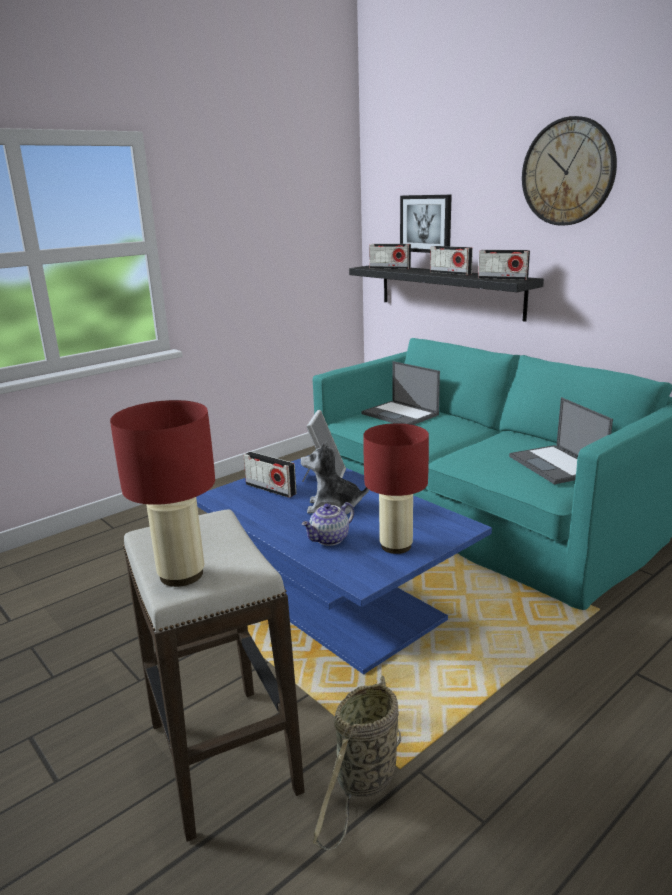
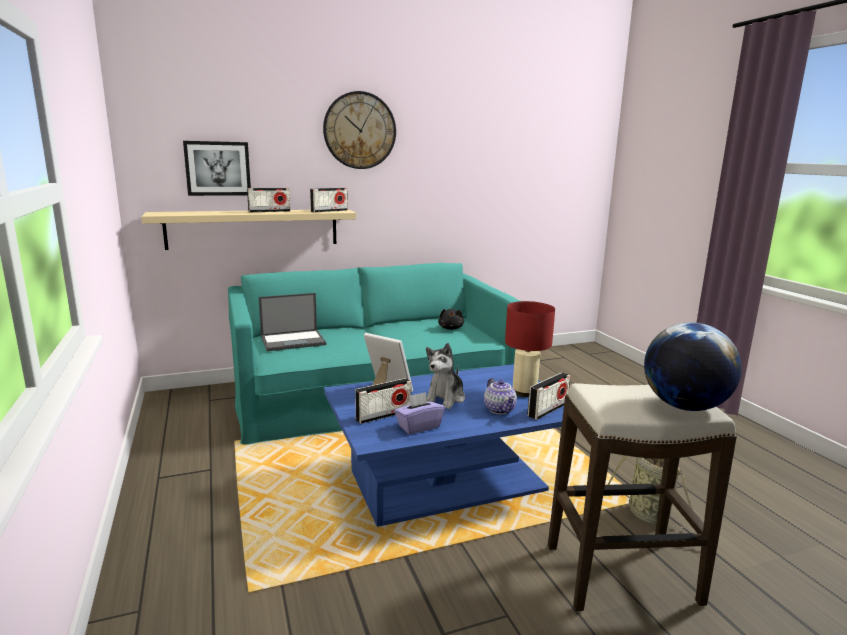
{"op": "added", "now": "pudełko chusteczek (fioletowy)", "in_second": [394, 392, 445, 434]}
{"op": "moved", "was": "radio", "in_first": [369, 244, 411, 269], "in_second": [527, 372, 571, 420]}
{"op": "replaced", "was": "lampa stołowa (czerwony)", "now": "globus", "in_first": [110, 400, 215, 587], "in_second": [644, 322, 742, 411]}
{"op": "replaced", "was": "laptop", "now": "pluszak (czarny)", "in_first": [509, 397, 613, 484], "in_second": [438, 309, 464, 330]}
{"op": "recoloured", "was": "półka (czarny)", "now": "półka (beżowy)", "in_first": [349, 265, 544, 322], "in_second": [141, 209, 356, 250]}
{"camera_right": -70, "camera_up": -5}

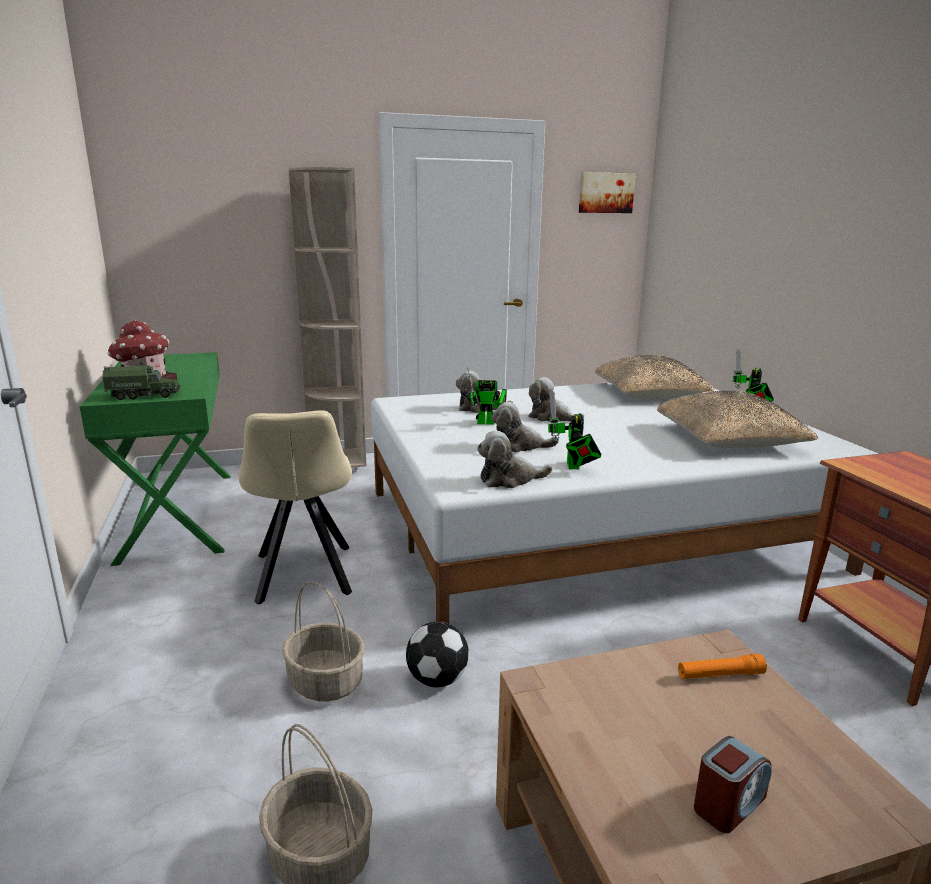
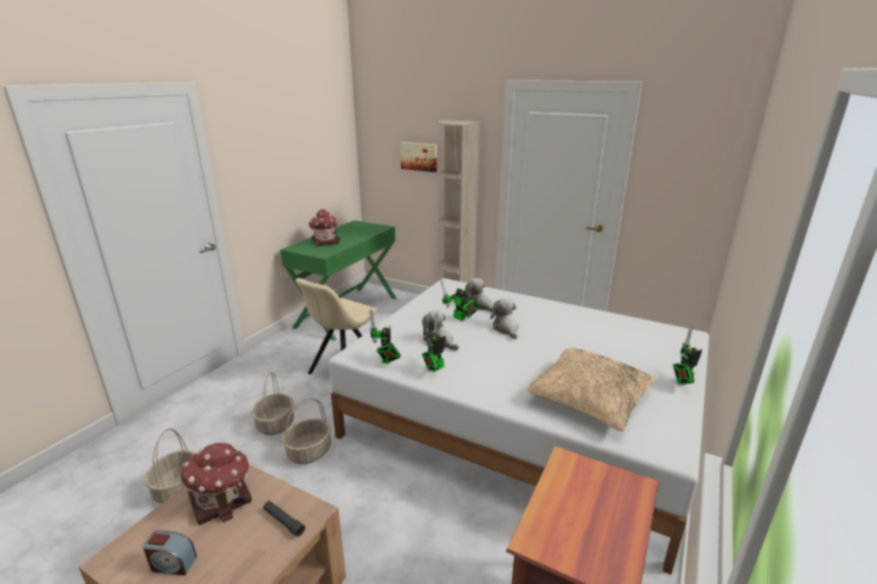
{"op": "removed", "was": "ciężarówka zabawkowa", "in_first": [103, 365, 181, 400]}
{"op": "removed", "was": "poduszka (beżowy)", "in_first": [595, 355, 714, 399]}
{"op": "added", "now": "domek", "in_second": [180, 443, 252, 525]}
{"op": "moved", "was": "obraz", "in_first": [579, 172, 636, 213], "in_second": [400, 142, 437, 172]}
{"op": "replaced", "was": "piłka futbolowa", "now": "koszyk", "in_first": [406, 621, 469, 687], "in_second": [282, 398, 331, 464]}
{"op": "replaced", "was": "pluszak", "now": "robot zabawkowy", "in_first": [477, 431, 553, 488], "in_second": [369, 309, 401, 364]}
{"op": "recoloured", "was": "latarka (pomarańczowy)", "now": "latarka (czarny)", "in_first": [678, 654, 767, 679], "in_second": [263, 501, 305, 537]}
{"camera_right": 45, "camera_up": 5}

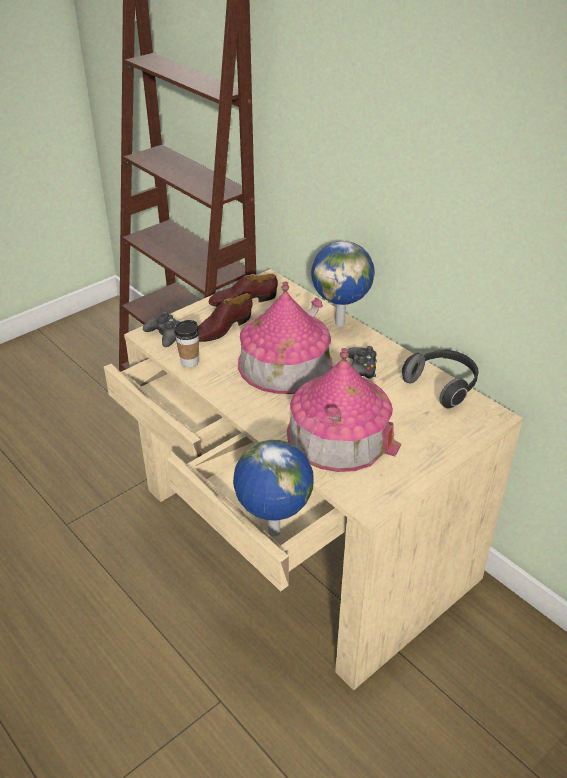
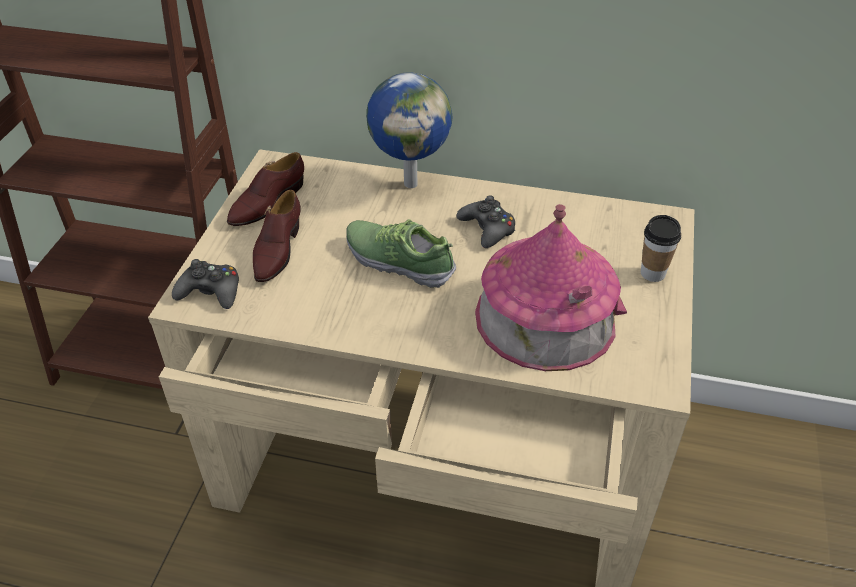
{"op": "removed", "was": "globus", "in_first": [233, 440, 314, 536]}
{"op": "removed", "was": "słuchawki", "in_first": [402, 349, 479, 408]}
{"op": "moved", "was": "filiżanka", "in_first": [174, 320, 200, 368], "in_second": [641, 215, 681, 282]}
{"op": "replaced", "was": "domek", "now": "but", "in_first": [238, 282, 333, 394], "in_second": [346, 219, 456, 288]}
{"camera_right": -35, "camera_up": 5}

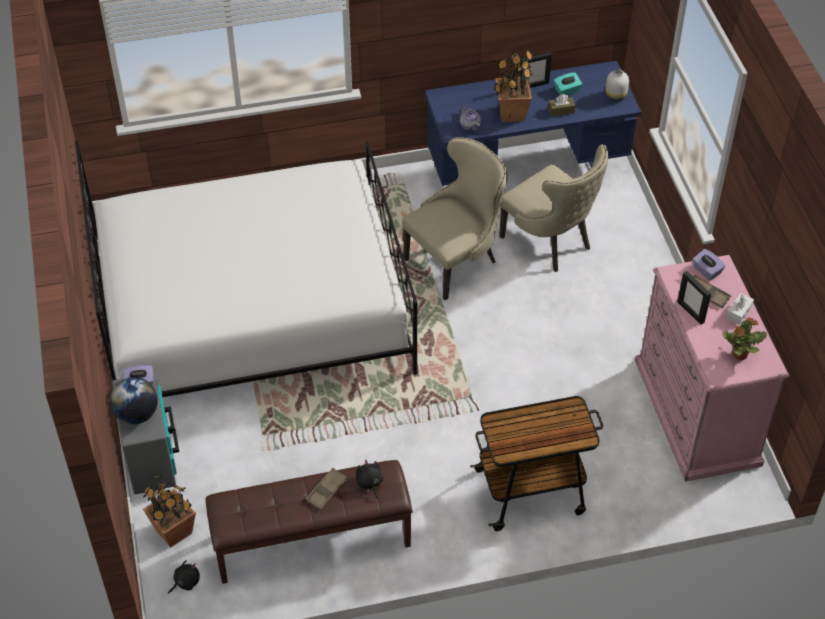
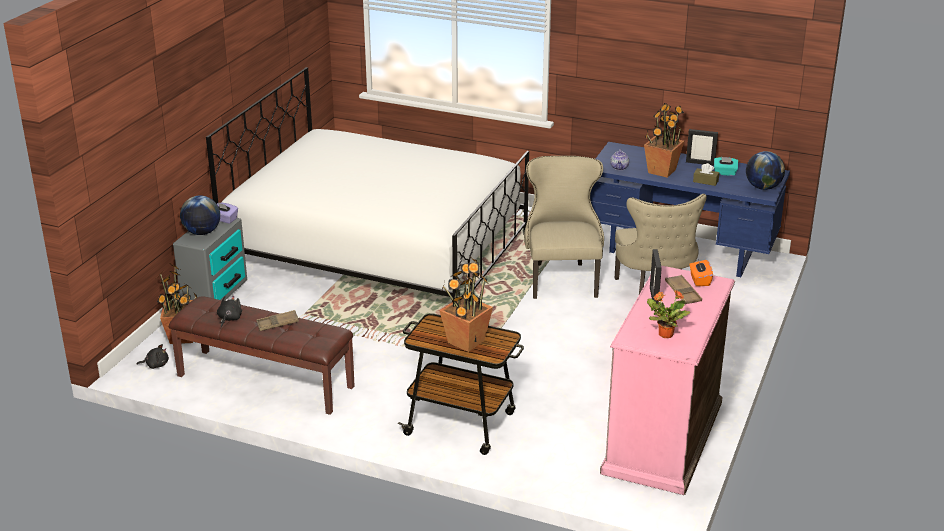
{"op": "removed", "was": "pudełko chusteczek (biały)", "in_first": [726, 293, 754, 325]}
{"op": "added", "now": "roślina doniczkowa", "in_second": [439, 257, 493, 352]}
{"op": "moved", "was": "pluszak (czarny)", "in_first": [356, 460, 383, 499], "in_second": [217, 296, 242, 327]}
{"op": "replaced", "was": "wazon (biały)", "now": "globus", "in_first": [605, 69, 629, 102], "in_second": [746, 151, 785, 190]}
{"op": "recoloured", "was": "pudełko chusteczek (fioletowy)", "now": "pudełko chusteczek (pomarańczowy)", "in_first": [692, 249, 725, 280], "in_second": [689, 259, 713, 286]}
{"op": "turned", "was": "krzesło (beżowy)", "in_first": [402, 137, 507, 300], "in_second": [524, 156, 604, 299], "clockwise": -90}
{"camera_right": 35, "camera_up": -20}

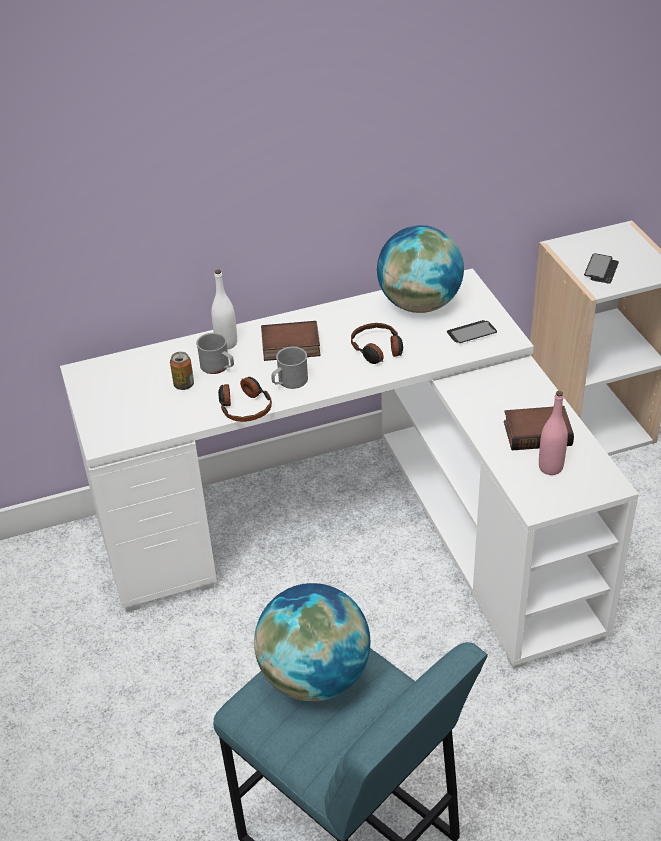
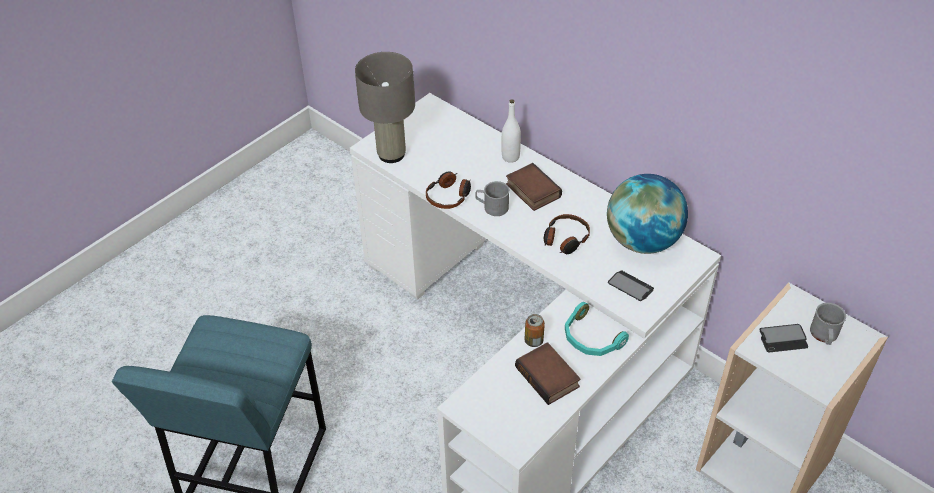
{"op": "removed", "was": "globus", "in_first": [254, 583, 370, 702]}
{"op": "removed", "was": "butelka (różowy)", "in_first": [539, 391, 568, 475]}
{"op": "added", "now": "lampa stołowa (szary)", "in_second": [355, 52, 415, 163]}
{"op": "added", "now": "słuchawki (turkusowy)", "in_second": [565, 302, 629, 356]}
{"op": "moved", "was": "puszka", "in_first": [170, 352, 194, 390], "in_second": [524, 314, 545, 347]}
{"op": "moved", "was": "kubek (szary)", "in_first": [196, 333, 234, 374], "in_second": [810, 303, 846, 345]}
{"camera_right": 60, "camera_up": 5}

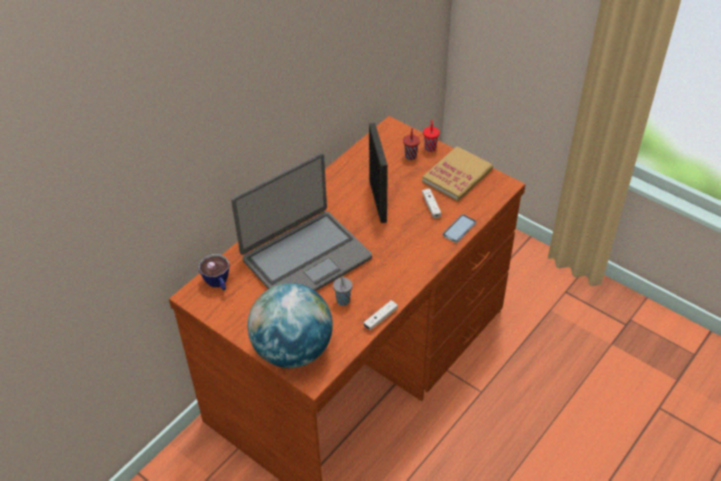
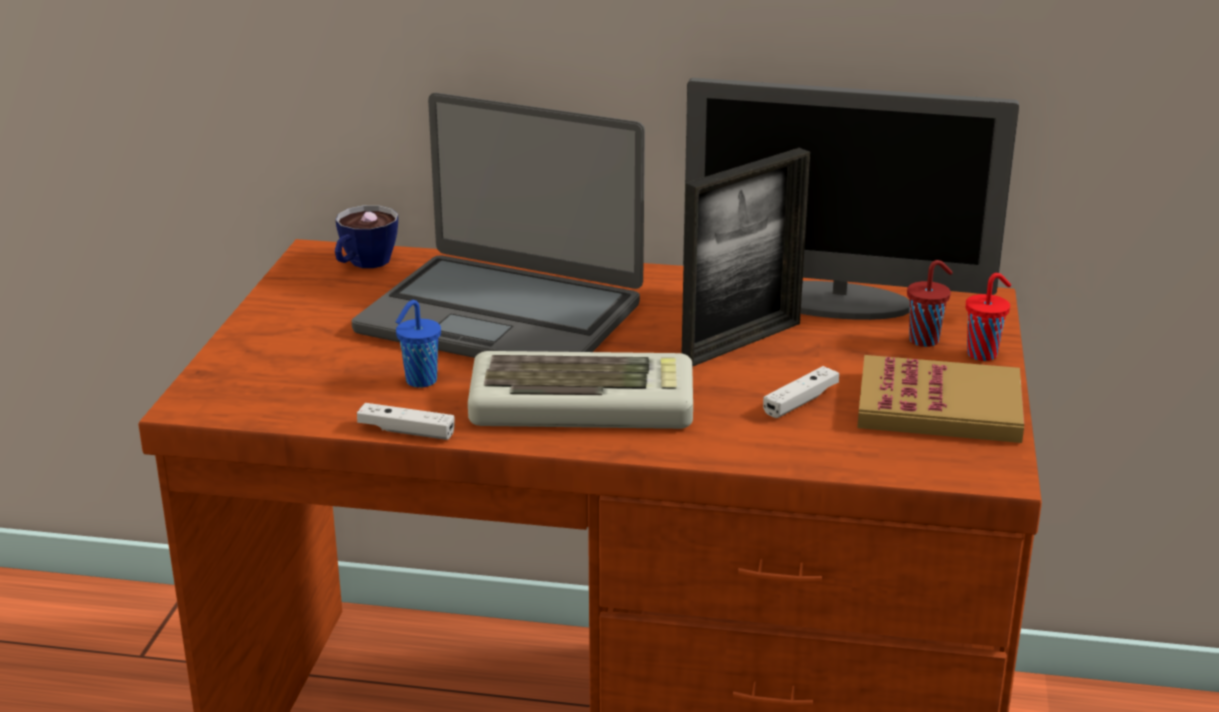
{"op": "removed", "was": "globus", "in_first": [247, 283, 333, 368]}
{"op": "removed", "was": "telefon", "in_first": [442, 214, 476, 243]}
{"op": "added", "now": "klawiatura", "in_second": [468, 351, 693, 429]}
{"op": "added", "now": "monitor", "in_second": [683, 78, 1019, 320]}
{"op": "recoloured", "was": "filiżanka (szary)", "now": "filiżanka (niebieski)", "in_first": [333, 276, 352, 306], "in_second": [396, 300, 441, 388]}
{"camera_right": 60, "camera_up": -20}

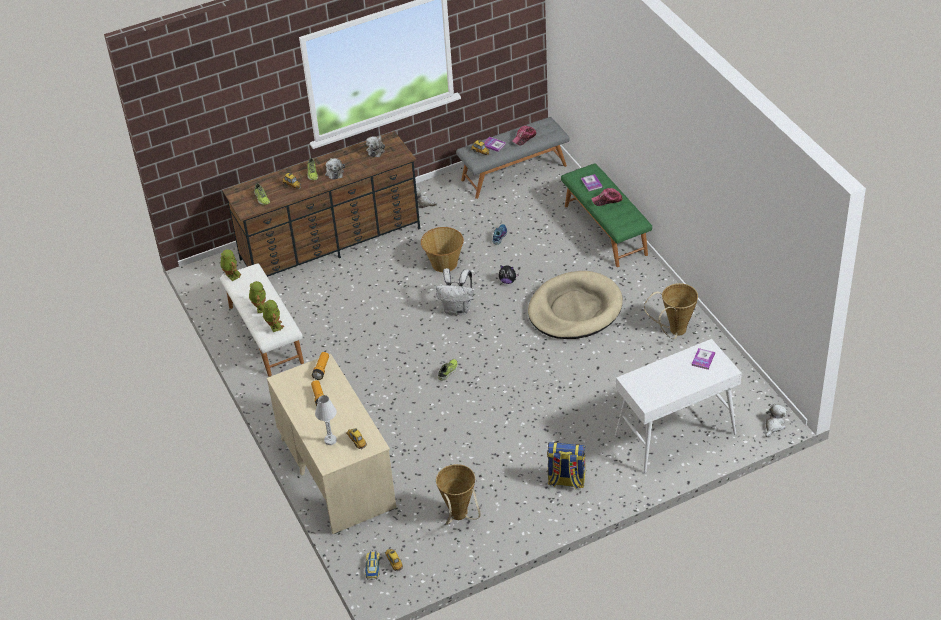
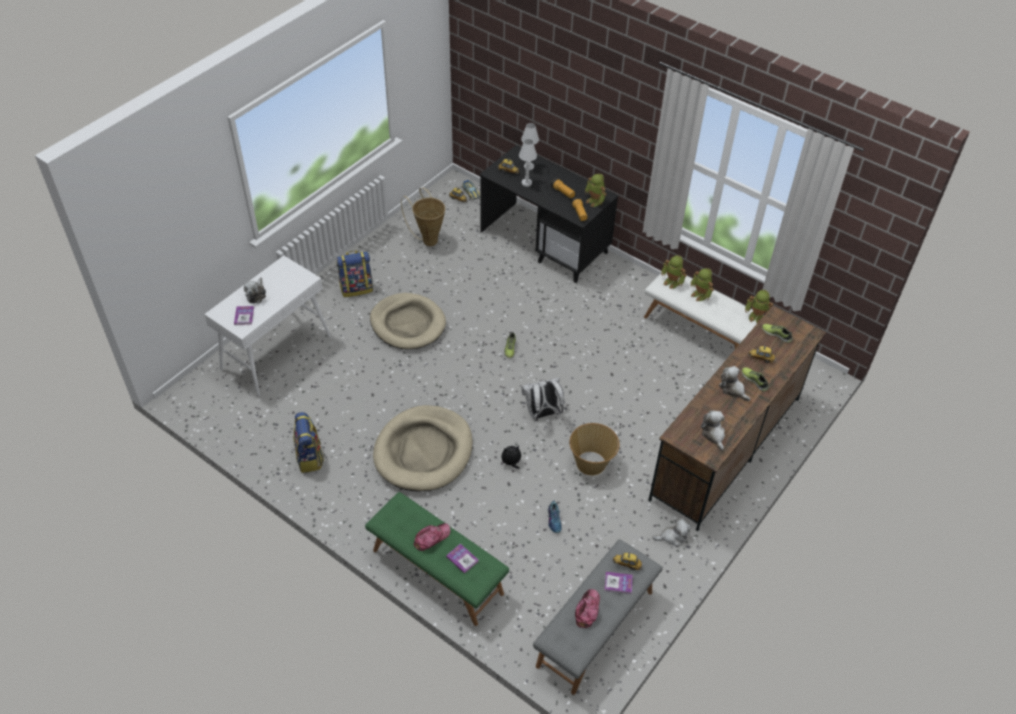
{"op": "added", "now": "legowisko (beżowy)", "in_second": [370, 293, 446, 350]}
{"op": "added", "now": "lampa stołowa (biały)", "in_second": [519, 139, 537, 187]}
{"op": "added", "now": "robot zabawkowy", "in_second": [585, 174, 607, 207]}
{"op": "moved", "was": "pluszak", "in_first": [765, 404, 787, 437], "in_second": [244, 277, 266, 303]}
{"op": "replaced", "was": "koszyk", "now": "plecak", "in_first": [644, 283, 698, 339], "in_second": [294, 412, 324, 473]}
{"op": "recoloured", "was": "biurko (beżowy)", "now": "biurko (czarny)", "in_first": [267, 354, 396, 534], "in_second": [479, 145, 619, 283]}
{"camera_right": 150, "camera_up": 5}

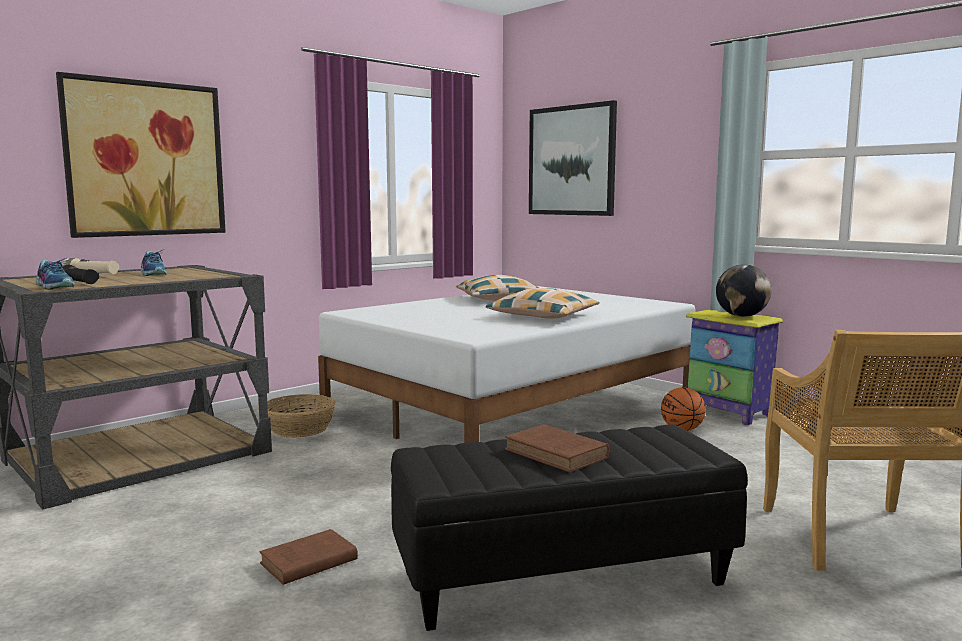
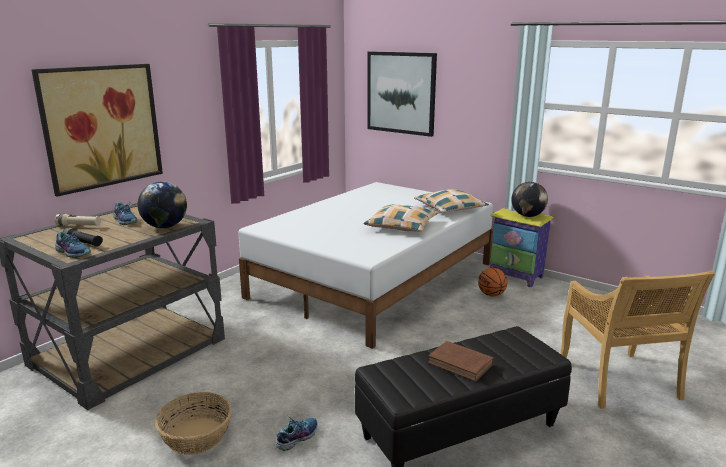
{"op": "added", "now": "globus", "in_second": [138, 182, 187, 228]}
{"op": "moved", "was": "koszyk", "in_first": [267, 394, 335, 438], "in_second": [155, 392, 232, 455]}
{"op": "moved", "was": "poduszka", "in_first": [456, 275, 539, 301], "in_second": [414, 189, 489, 213]}
{"op": "replaced", "was": "książka (brązowy)", "now": "but", "in_first": [260, 529, 358, 585], "in_second": [276, 416, 317, 451]}
{"camera_right": -10, "camera_up": 10}

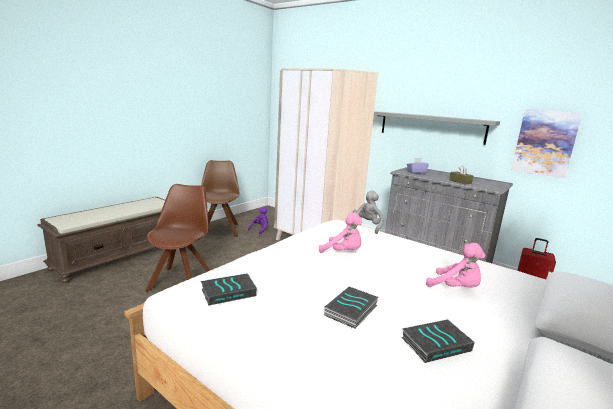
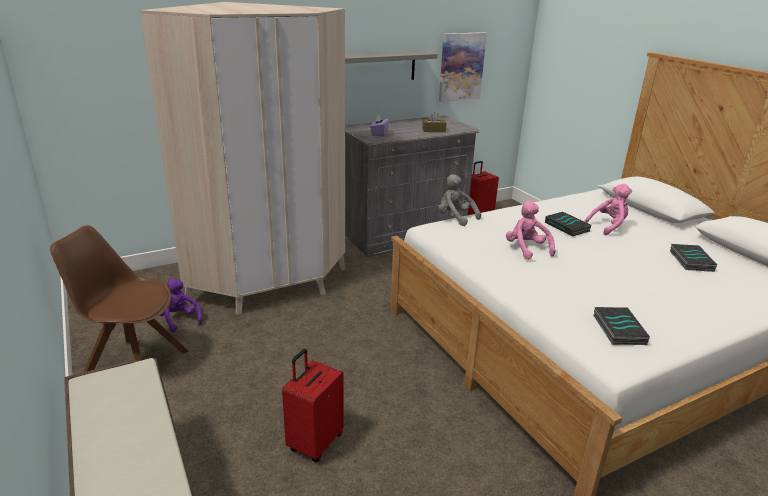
{"op": "moved", "was": "książka", "in_first": [324, 287, 378, 329], "in_second": [545, 212, 591, 237]}
{"op": "replaced", "was": "krzesło (brązowy)", "now": "walizka (czerwony)", "in_first": [145, 184, 210, 292], "in_second": [282, 349, 344, 462]}
{"op": "turned", "was": "pluszak (różowy)", "in_first": [319, 212, 362, 253], "in_second": [506, 201, 556, 260], "clockwise": -75}
{"camera_right": -65, "camera_up": 10}

